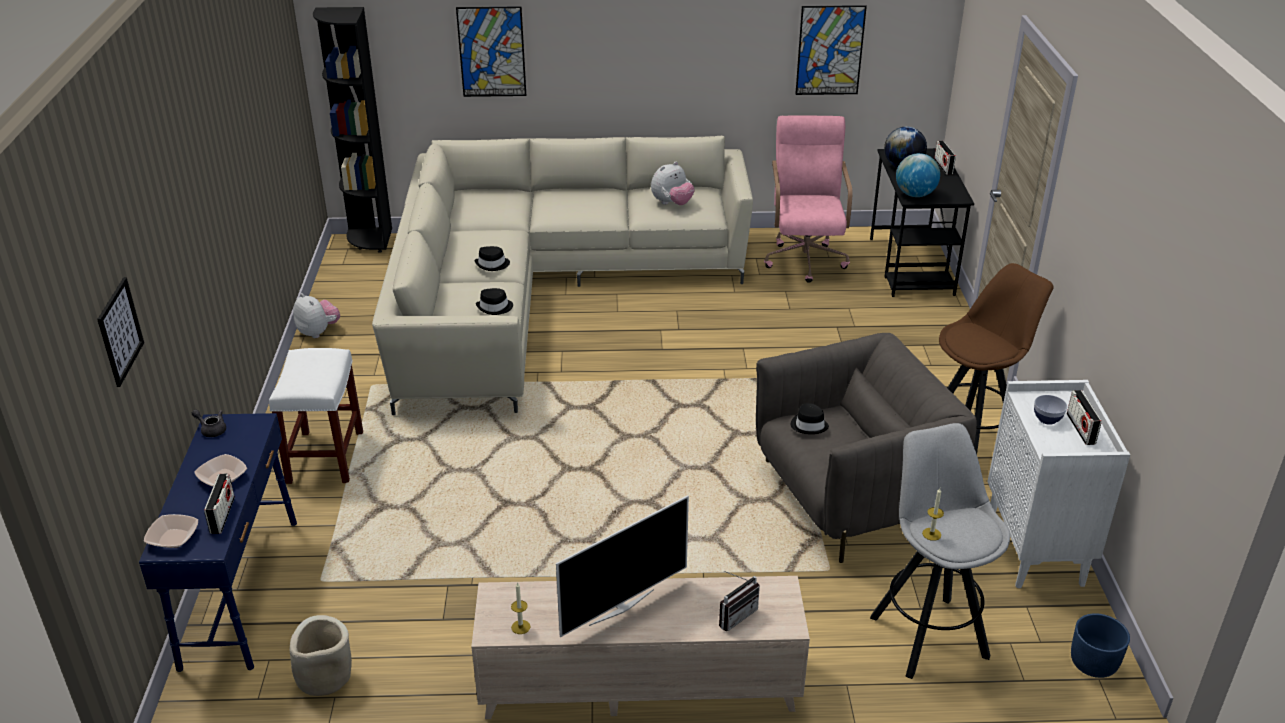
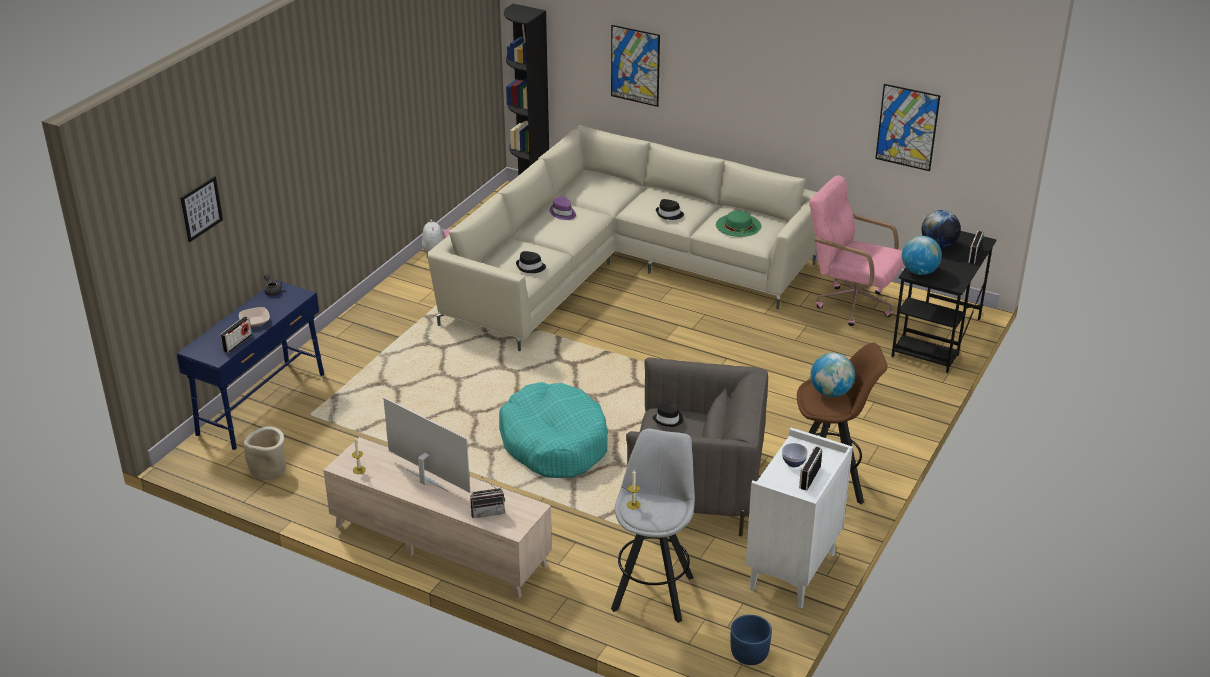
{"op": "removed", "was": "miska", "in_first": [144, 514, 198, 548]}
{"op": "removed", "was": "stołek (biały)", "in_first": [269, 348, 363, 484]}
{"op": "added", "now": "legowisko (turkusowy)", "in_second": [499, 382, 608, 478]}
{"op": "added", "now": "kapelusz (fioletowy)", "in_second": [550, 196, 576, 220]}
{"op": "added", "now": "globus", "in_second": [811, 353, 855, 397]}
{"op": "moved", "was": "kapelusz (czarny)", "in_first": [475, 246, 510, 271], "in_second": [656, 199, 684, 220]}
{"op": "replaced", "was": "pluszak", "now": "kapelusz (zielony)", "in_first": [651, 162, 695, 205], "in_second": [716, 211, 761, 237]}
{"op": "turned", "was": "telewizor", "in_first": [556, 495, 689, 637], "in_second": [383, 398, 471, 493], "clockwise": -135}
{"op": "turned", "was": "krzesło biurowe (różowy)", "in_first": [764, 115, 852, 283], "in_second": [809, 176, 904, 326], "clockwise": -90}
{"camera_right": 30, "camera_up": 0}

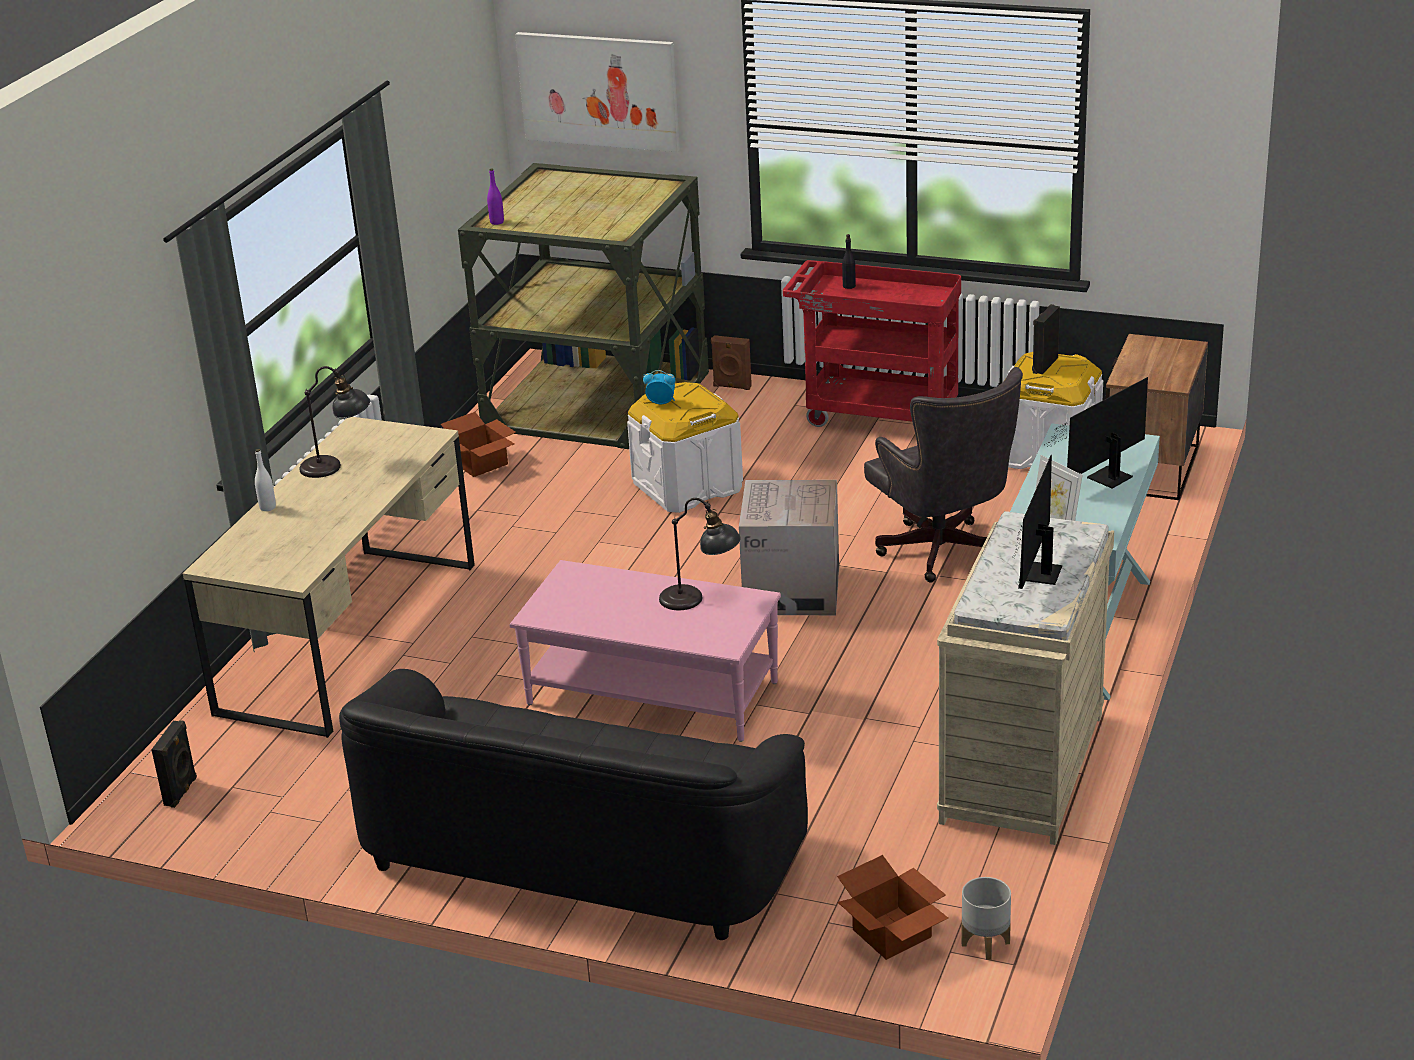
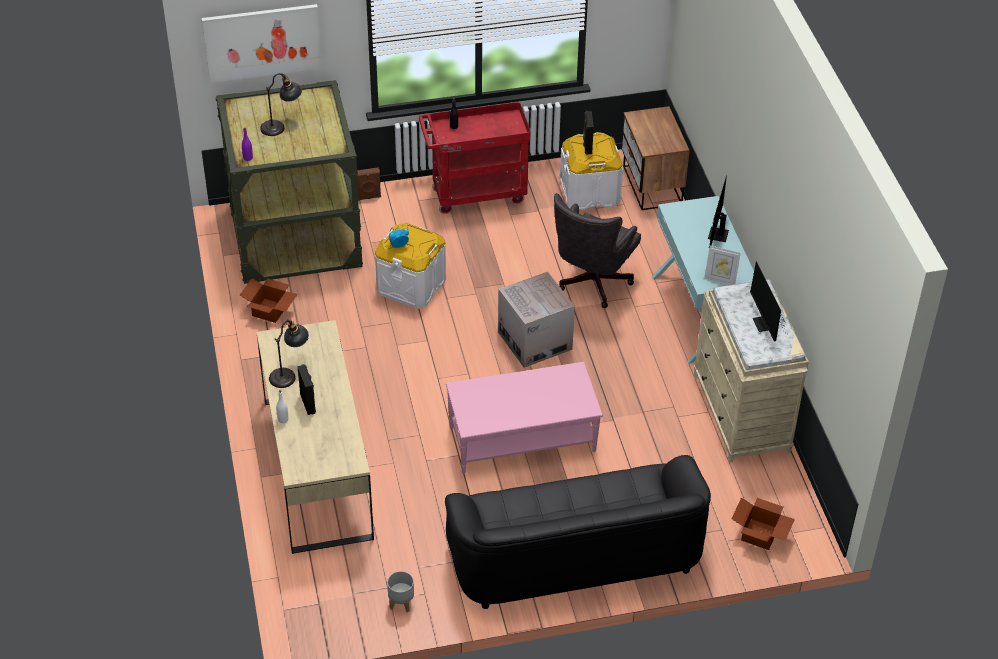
{"op": "moved", "was": "głośnik (czarny)", "in_first": [151, 720, 197, 808], "in_second": [297, 364, 316, 415]}
{"op": "moved", "was": "lampa stołowa (szary)", "in_first": [659, 498, 741, 610], "in_second": [260, 73, 302, 136]}
{"op": "moved", "was": "donica (szary)", "in_first": [961, 877, 1011, 960], "in_second": [387, 571, 414, 612]}
{"op": "turned", "was": "krzesło biurowe (szary)", "in_first": [864, 367, 1023, 583], "in_second": [554, 193, 641, 308], "clockwise": 90}
{"camera_right": -35, "camera_up": 15}

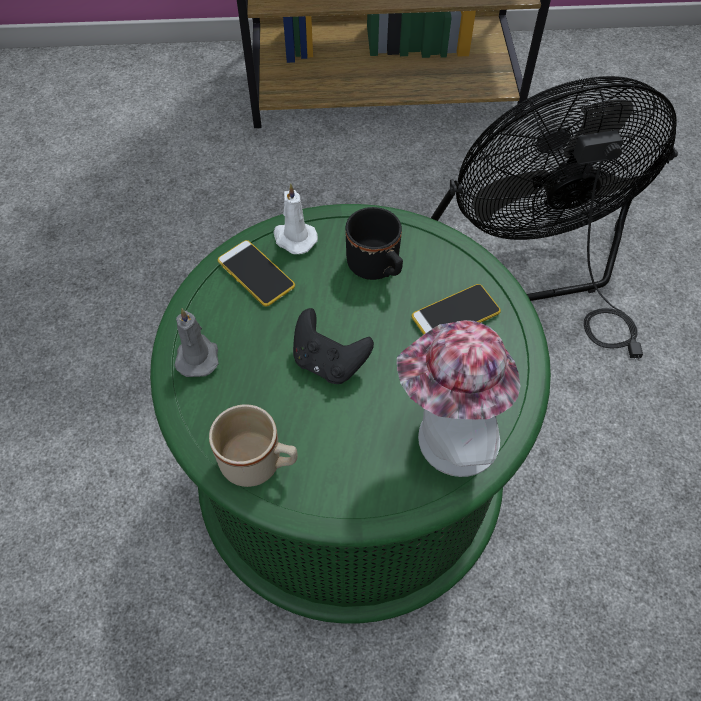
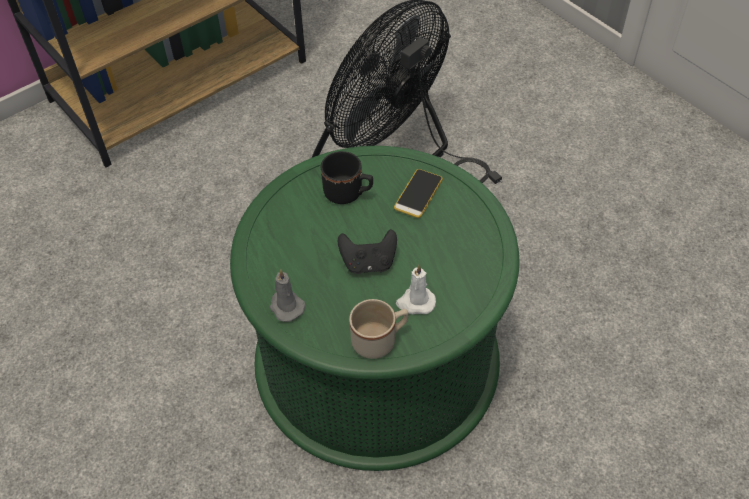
{"op": "removed", "was": "telefon", "in_first": [218, 240, 295, 306]}
{"op": "removed", "was": "kapelusz", "in_first": [397, 320, 520, 477]}
{"op": "moved", "was": "świeca (biały)", "in_first": [274, 183, 318, 254], "in_second": [396, 264, 436, 314]}
{"camera_right": -35, "camera_up": -5}

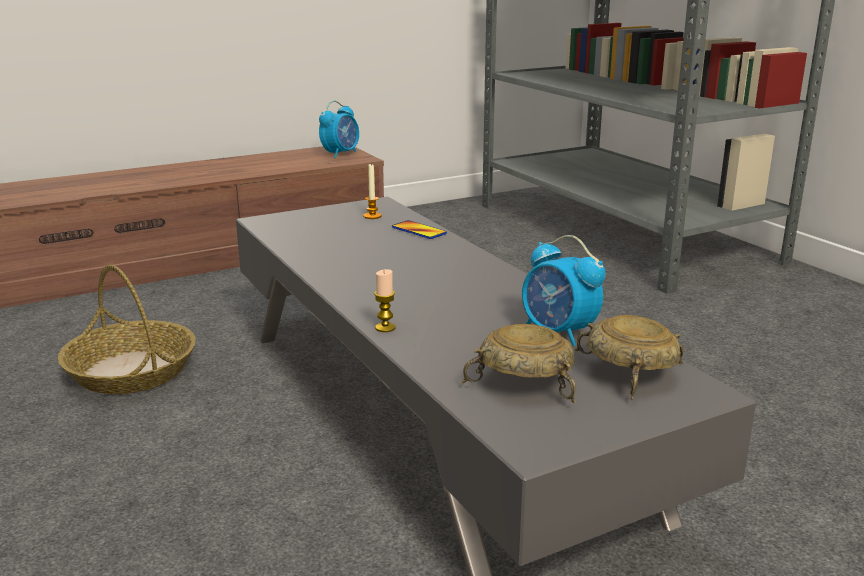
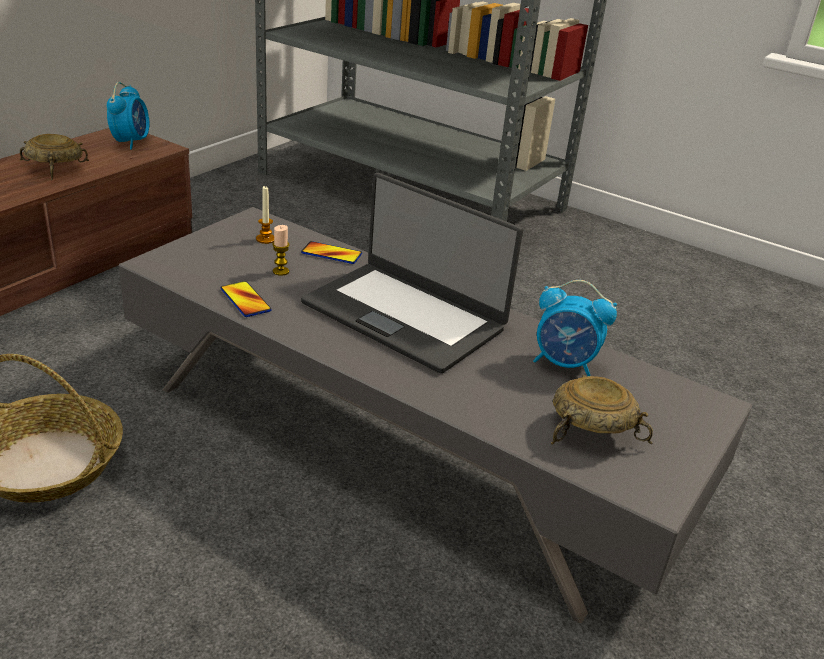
{"op": "added", "now": "telefon", "in_second": [221, 281, 272, 317]}
{"op": "added", "now": "laptop", "in_second": [301, 173, 523, 374]}
{"op": "moved", "was": "świeca", "in_first": [374, 269, 395, 332], "in_second": [272, 225, 289, 276]}
{"op": "moved", "was": "miska (beżowy)", "in_first": [575, 315, 684, 399], "in_second": [20, 134, 89, 180]}
{"camera_right": -30, "camera_up": 10}

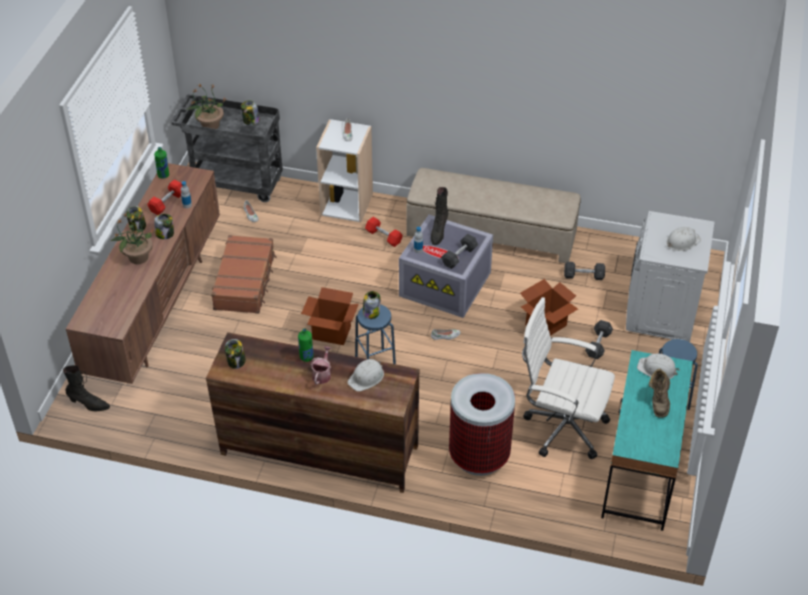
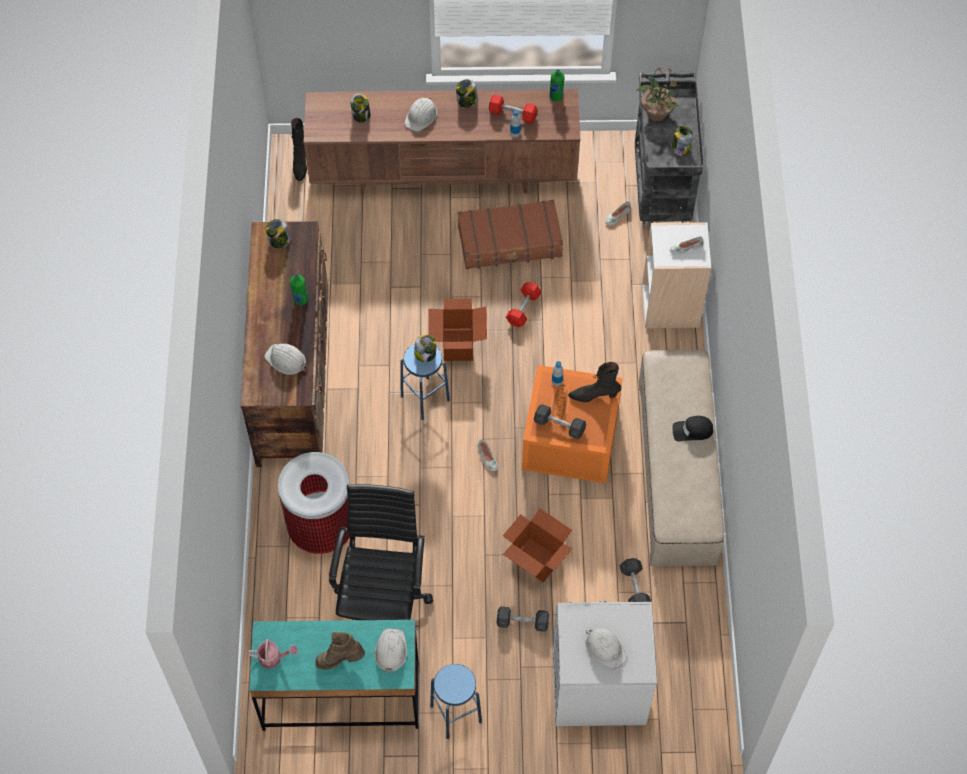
{"op": "added", "now": "czapka z daszkiem (czarny)", "in_second": [672, 416, 713, 442]}
{"op": "moved", "was": "słoik", "in_first": [154, 214, 174, 239], "in_second": [350, 94, 370, 123]}
{"op": "moved", "was": "konewka", "in_first": [311, 346, 331, 384], "in_second": [247, 639, 298, 669]}
{"op": "moved", "was": "hantel (czerwony)", "in_first": [365, 217, 403, 247], "in_second": [506, 282, 542, 327]}
{"op": "replaced", "was": "roślina doniczkowa", "now": "kask (biały)", "in_first": [111, 213, 156, 264], "in_second": [404, 98, 437, 132]}
{"op": "recoloured", "was": "pojemnik do przechowywania (szary)", "now": "pojemnik do przechowywania (pomarańczowy)", "in_first": [399, 215, 493, 318], "in_second": [522, 365, 623, 483]}
{"op": "recoloured", "was": "krzesło biurowe (biały)", "now": "krzesło biurowe (czarny)", "in_first": [522, 297, 615, 459], "in_second": [329, 484, 433, 620]}
{"camera_right": 75, "camera_up": 15}

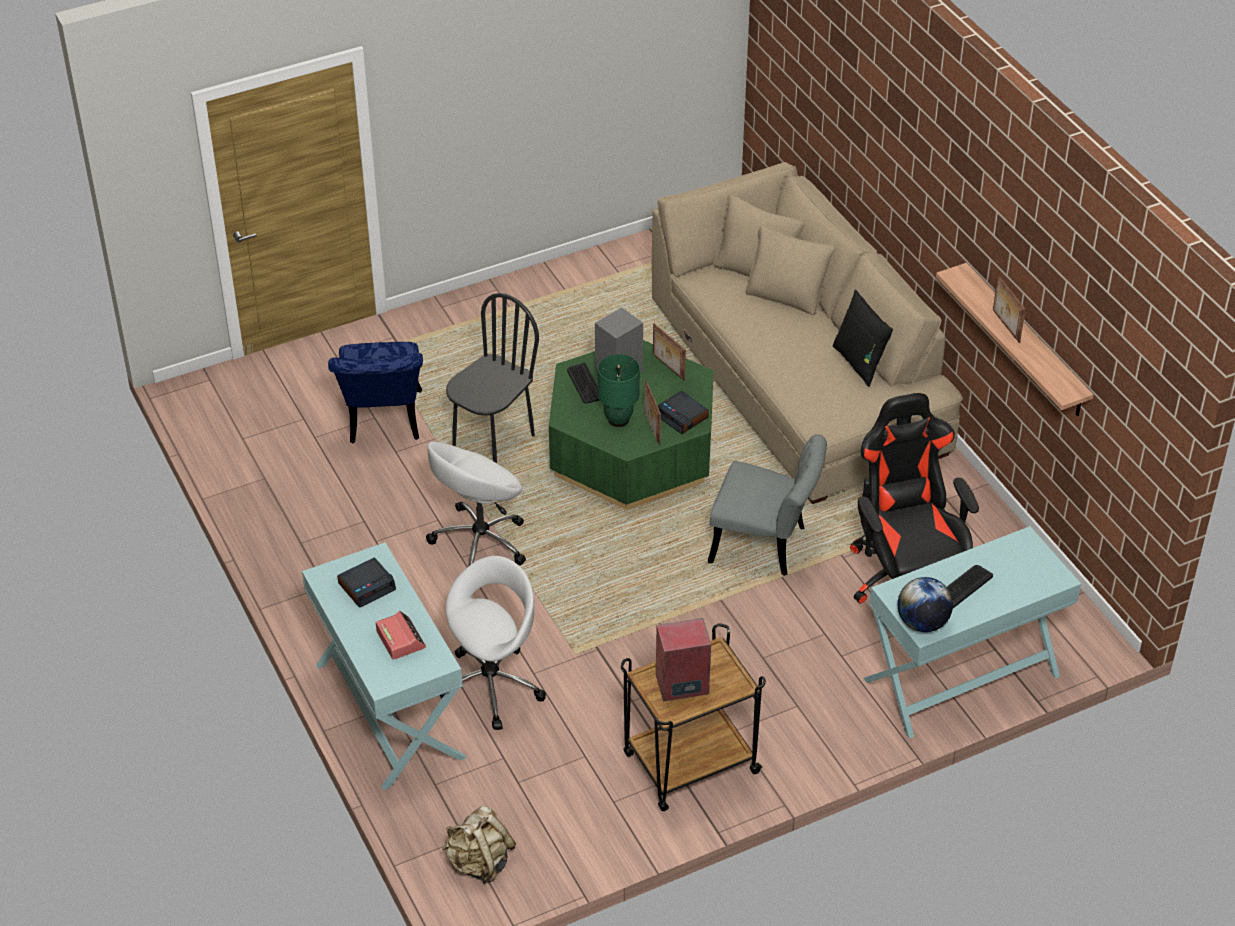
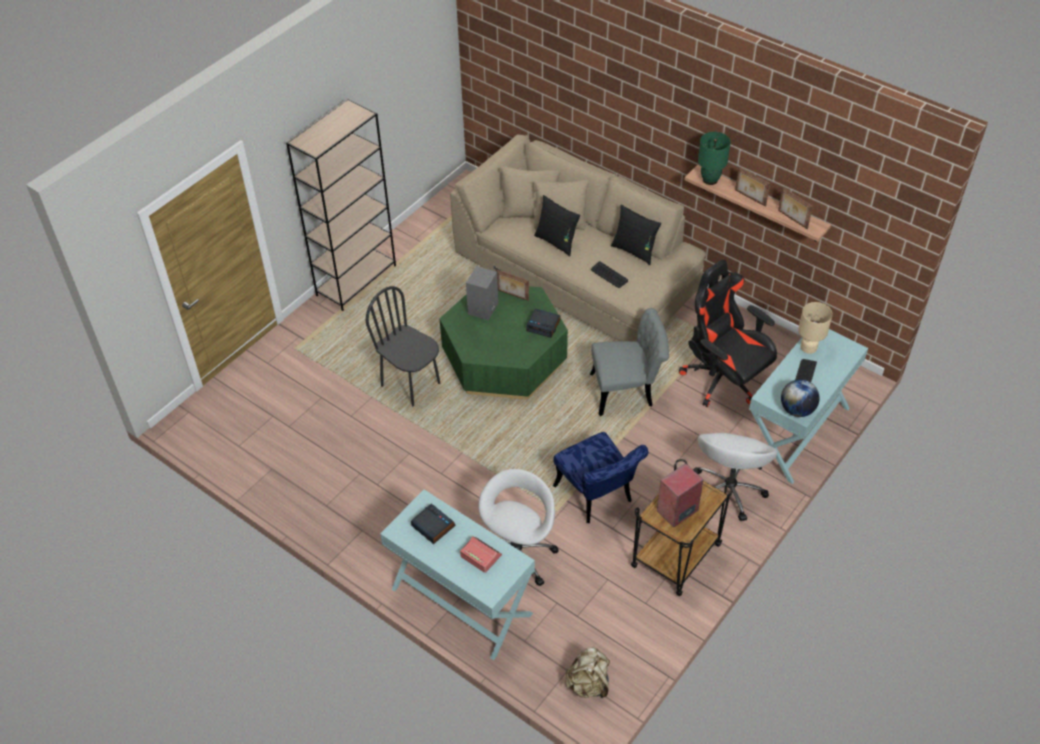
{"op": "added", "now": "regał (beżowy)", "in_second": [286, 99, 396, 311]}
{"op": "added", "now": "poduszka (czarny)", "in_second": [534, 195, 580, 256]}
{"op": "added", "now": "lampa stołowa (beżowy)", "in_second": [798, 302, 833, 354]}
{"op": "moved", "was": "krzesło (niebieski)", "in_first": [328, 342, 423, 443], "in_second": [553, 432, 648, 523]}
{"op": "moved", "was": "krzesło biurowe (biały)", "in_first": [426, 441, 526, 566], "in_second": [693, 433, 777, 521]}
{"op": "moved", "was": "klawiatura", "in_first": [567, 362, 600, 404], "in_second": [591, 261, 628, 288]}
{"op": "moved", "was": "lampa stołowa (zielony)", "in_first": [598, 354, 640, 427], "in_second": [698, 132, 731, 185]}
{"op": "moved", "was": "ramka na zdjęcie", "in_first": [644, 380, 661, 445], "in_second": [778, 187, 813, 229]}
{"op": "turned", "was": "budzik", "in_first": [337, 557, 396, 608], "in_second": [411, 504, 456, 544], "clockwise": -75}
{"op": "turned", "was": "krzesło (czarny)", "in_first": [446, 293, 539, 463], "in_second": [366, 286, 440, 406], "clockwise": -60}
{"camera_right": -25, "camera_up": 5}

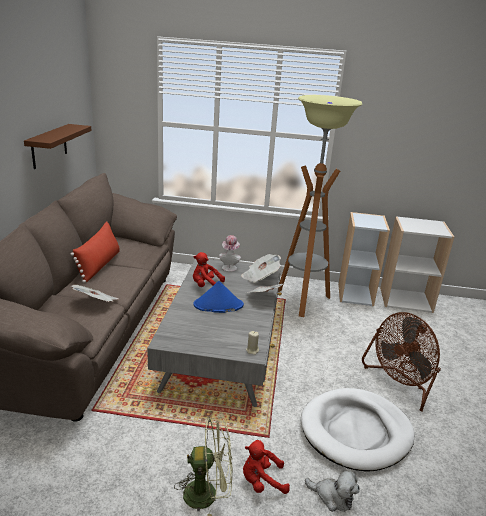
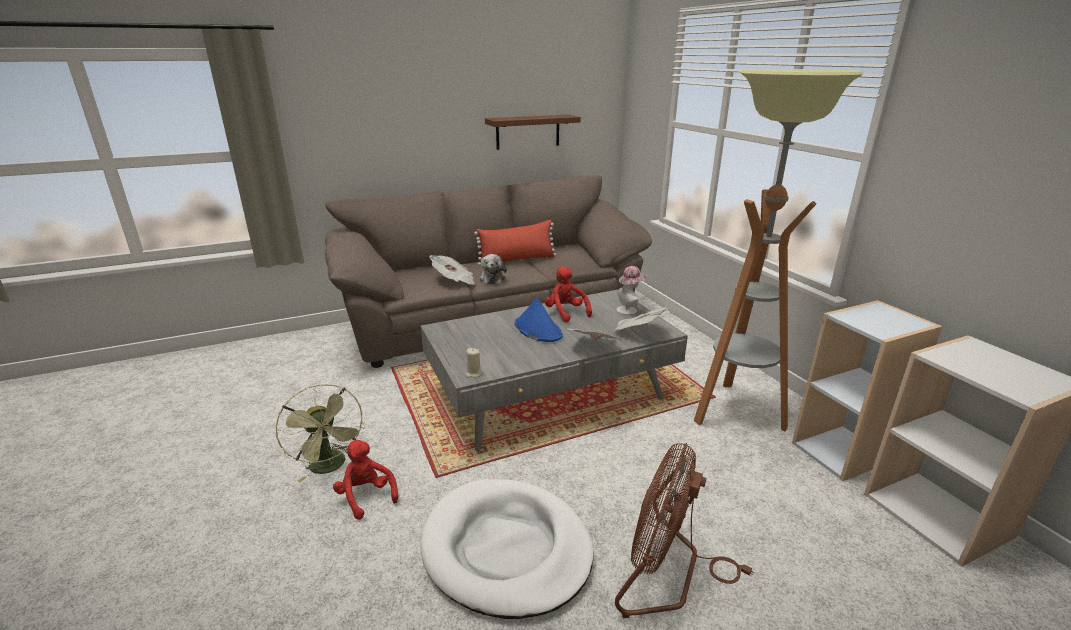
{"op": "moved", "was": "pluszak", "in_first": [305, 470, 359, 512], "in_second": [479, 254, 507, 284]}
{"camera_right": 60, "camera_up": 0}

